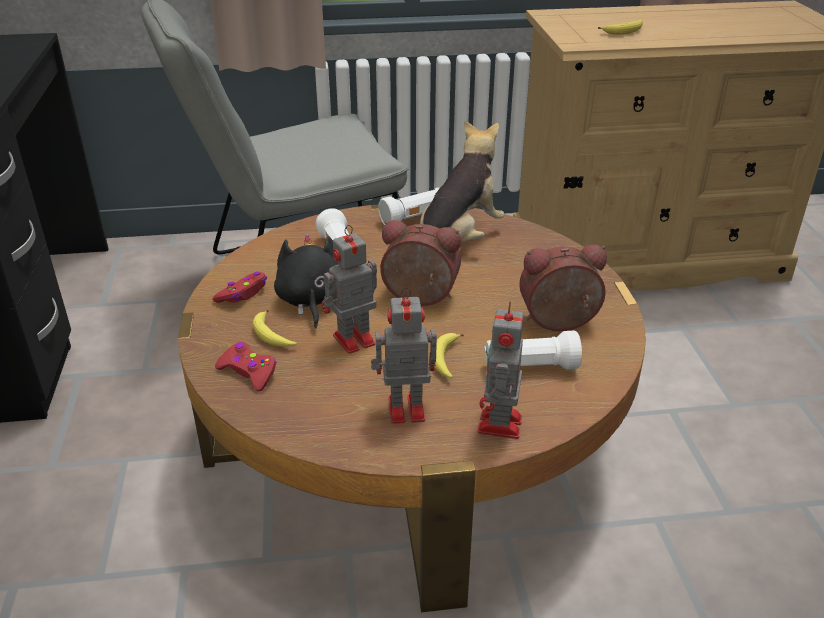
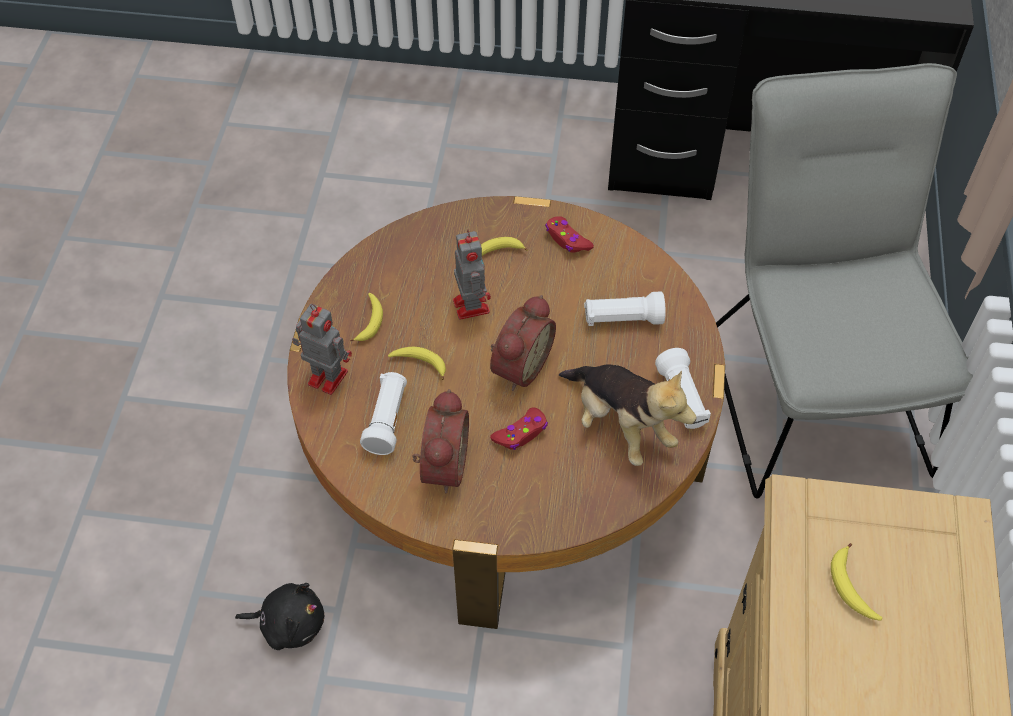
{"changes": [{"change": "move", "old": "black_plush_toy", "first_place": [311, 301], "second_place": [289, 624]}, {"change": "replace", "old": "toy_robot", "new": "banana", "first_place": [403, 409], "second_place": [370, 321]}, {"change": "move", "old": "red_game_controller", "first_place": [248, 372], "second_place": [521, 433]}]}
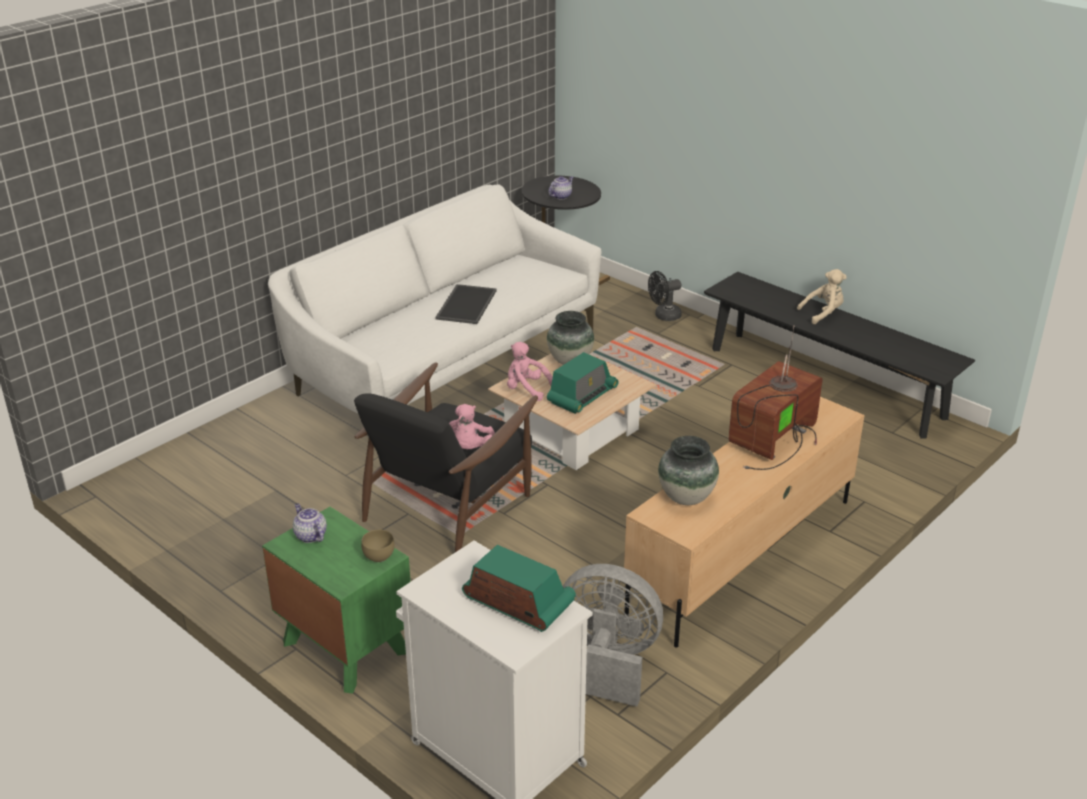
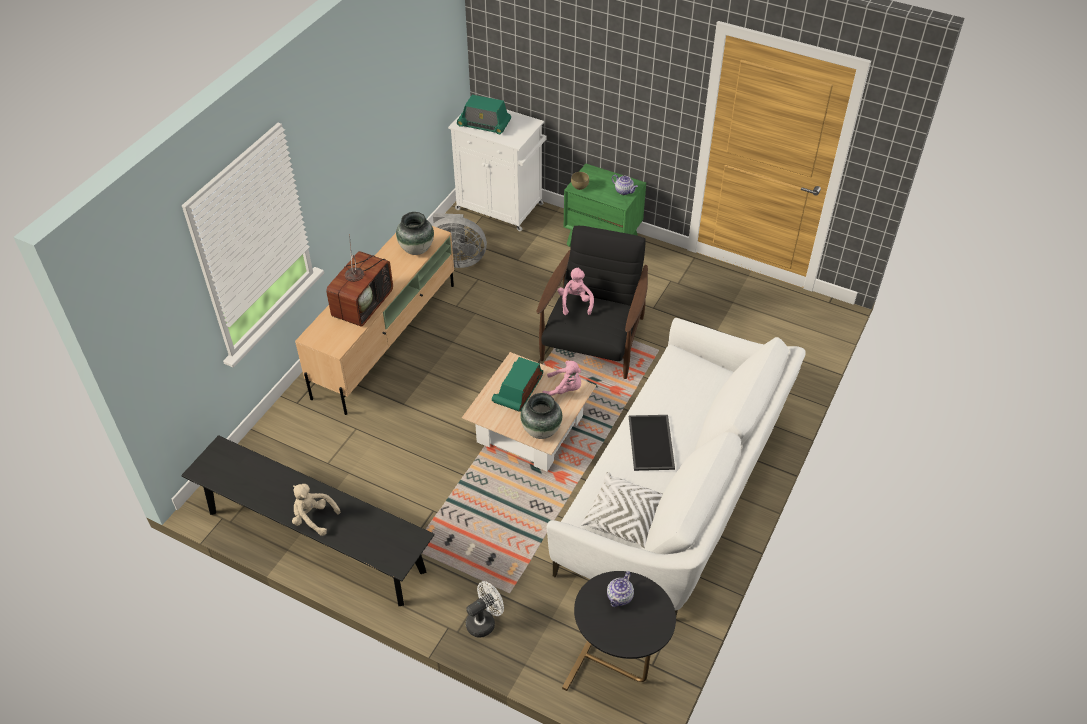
{"changes": [{"change": "rotate", "old": "beige_plush_toy", "first_place": [823, 313], "second_place": [313, 518], "degrees": 60}, {"change": "recolor", "old": "black_fan", "new": "white_fan", "first_place": [663, 316], "second_place": [484, 621]}, {"change": "insert", "new": "white_pillow", "second_place": [625, 517]}]}
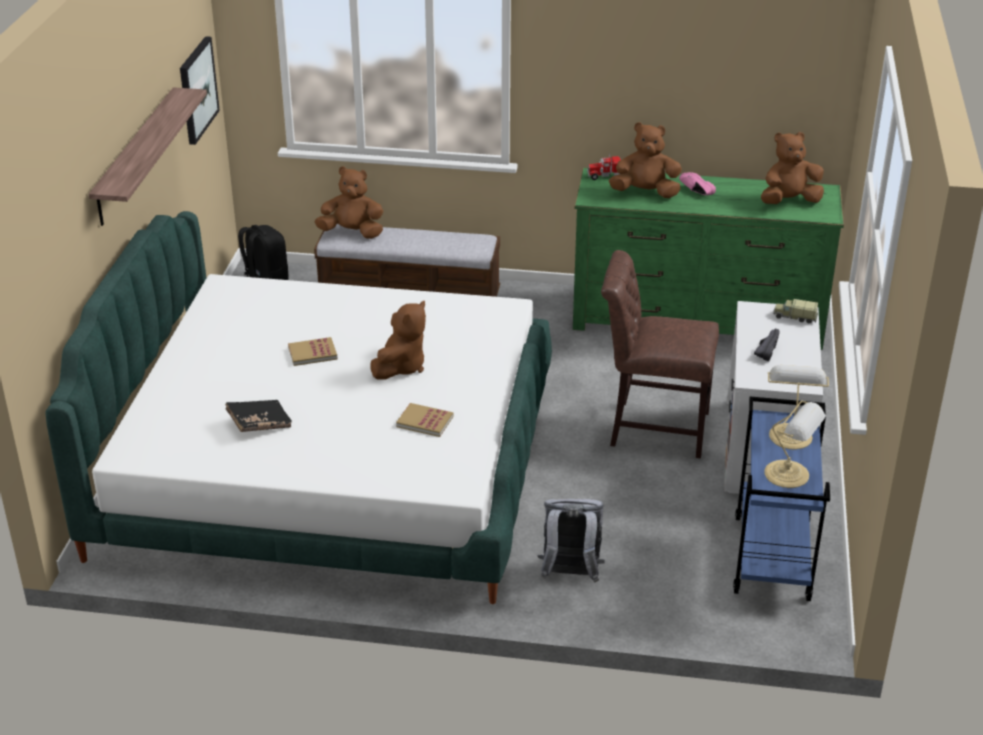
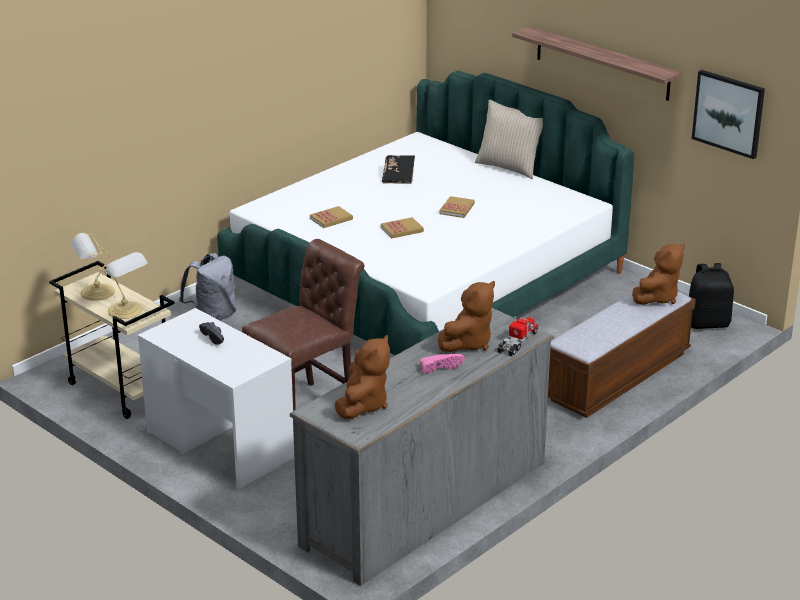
{"changes": [{"change": "recolor", "old": "blue_cart", "new": "beige_cart", "first_place": [773, 559], "second_place": [120, 390]}, {"change": "recolor", "old": "green_dresser", "new": "grey_dresser", "first_place": [697, 319], "second_place": [425, 503]}, {"change": "replace", "old": "brown_plush_toy", "new": "book", "first_place": [401, 367], "second_place": [402, 229]}, {"change": "insert", "new": "beige_pillow", "second_place": [509, 167]}, {"change": "delete", "old": "toy_truck", "first_place": [794, 317]}]}
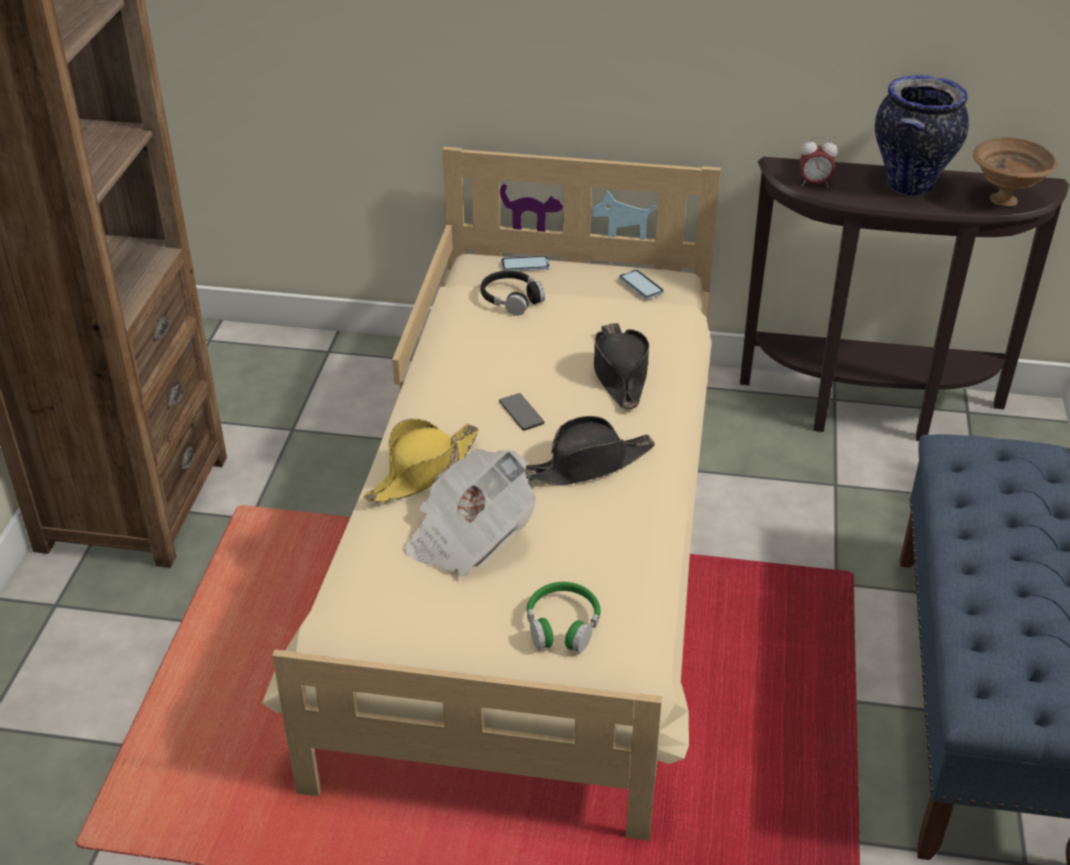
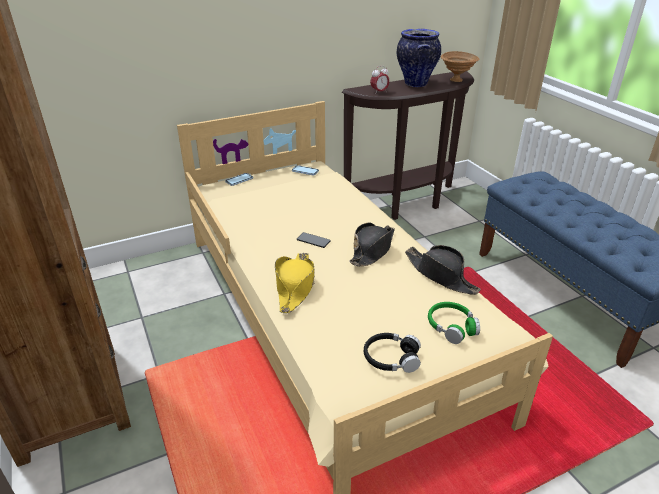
{"changes": [{"change": "move", "old": "black_headphones", "first_place": [511, 299], "second_place": [391, 358]}, {"change": "move", "old": "black_hat", "first_place": [619, 373], "second_place": [441, 275]}, {"change": "delete", "old": "newspaper", "first_place": [469, 537]}]}
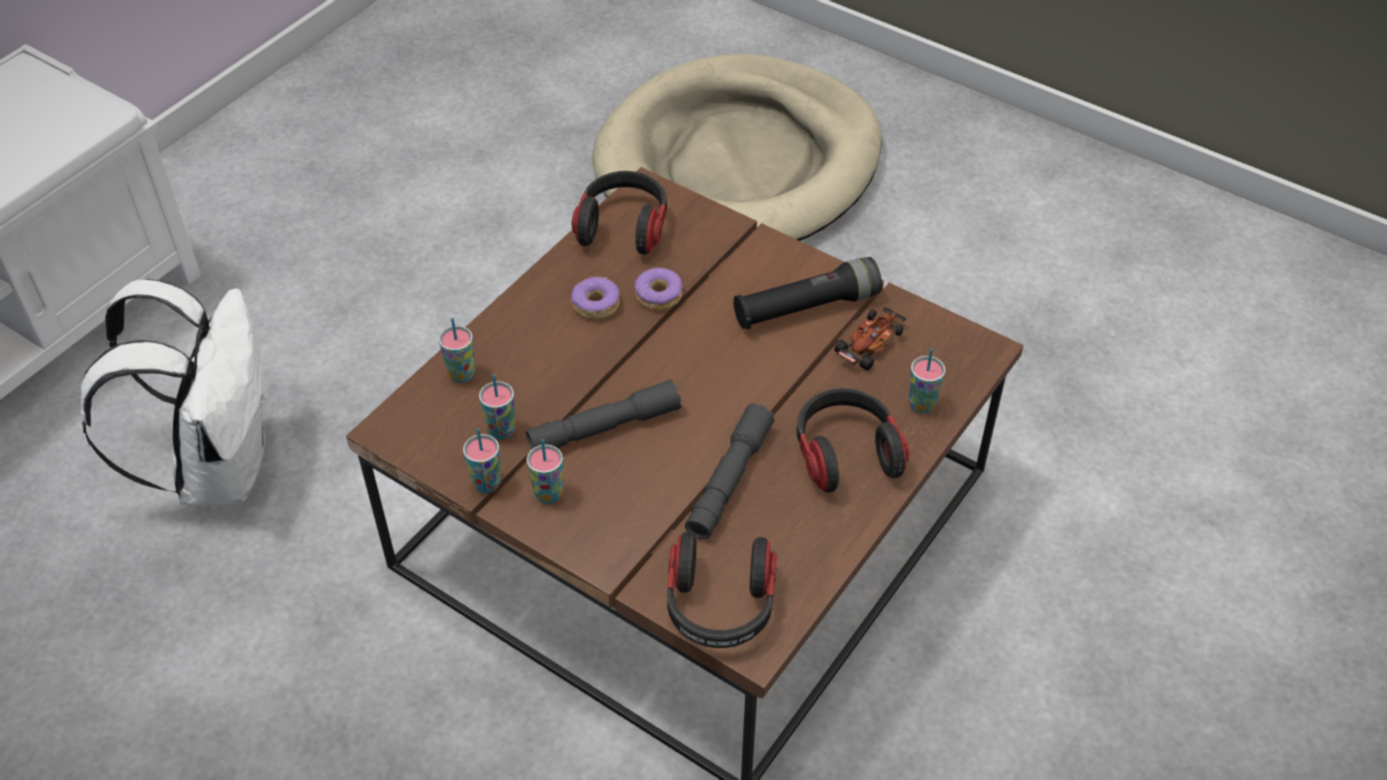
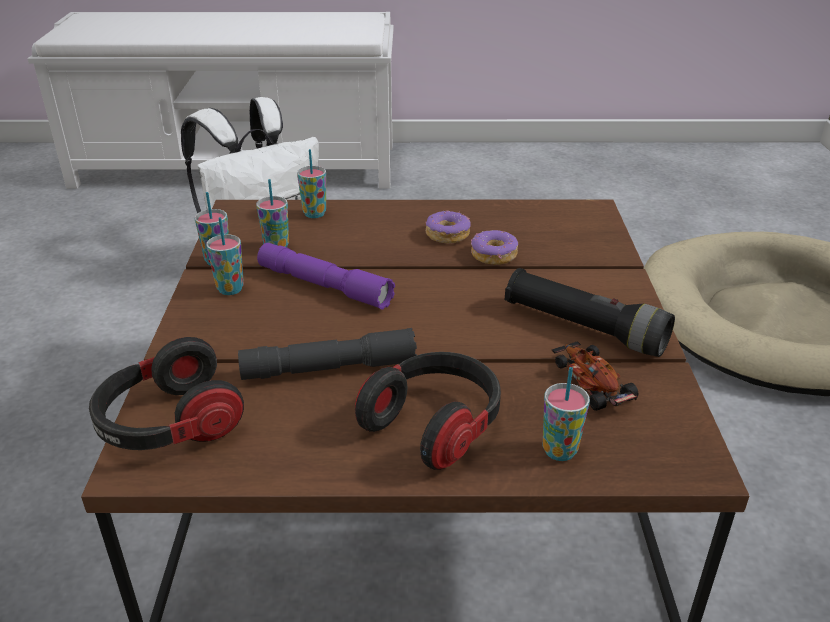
{"changes": [{"change": "recolor", "old": "grey_flashlight", "new": "purple_flashlight", "first_place": [604, 428], "second_place": [324, 286]}, {"change": "rotate", "old": "toy_car", "first_place": [871, 344], "second_place": [593, 383], "degrees": -120}, {"change": "delete", "old": "headphones", "first_place": [623, 227]}]}
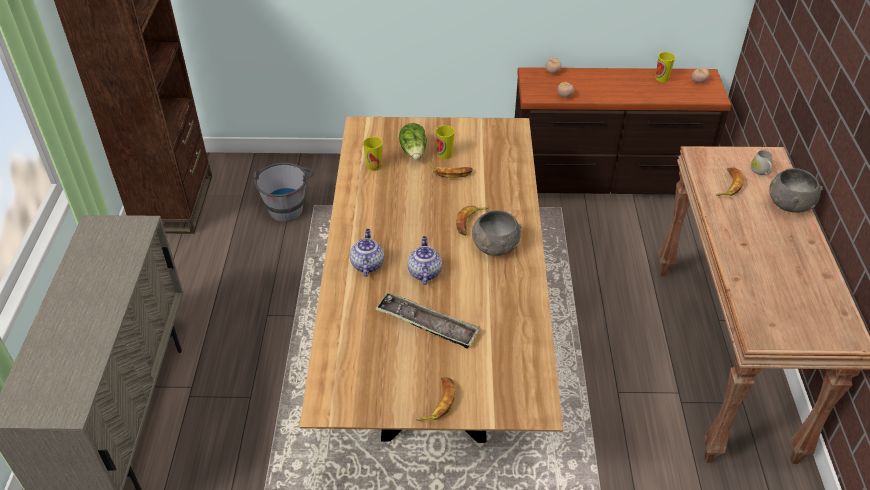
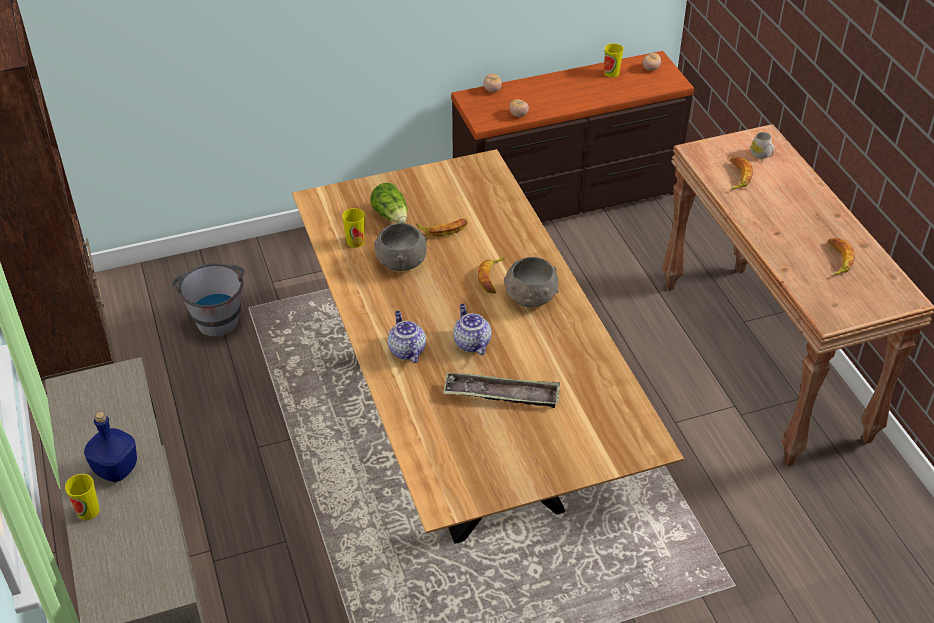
{"changes": [{"change": "move", "old": "cup", "first_place": [444, 154], "second_place": [88, 511]}, {"change": "insert", "new": "blue_bottle", "second_place": [117, 470]}, {"change": "move", "old": "grey_bowl", "first_place": [789, 204], "second_place": [401, 261]}, {"change": "move", "old": "banana", "first_place": [438, 402], "second_place": [837, 259]}]}
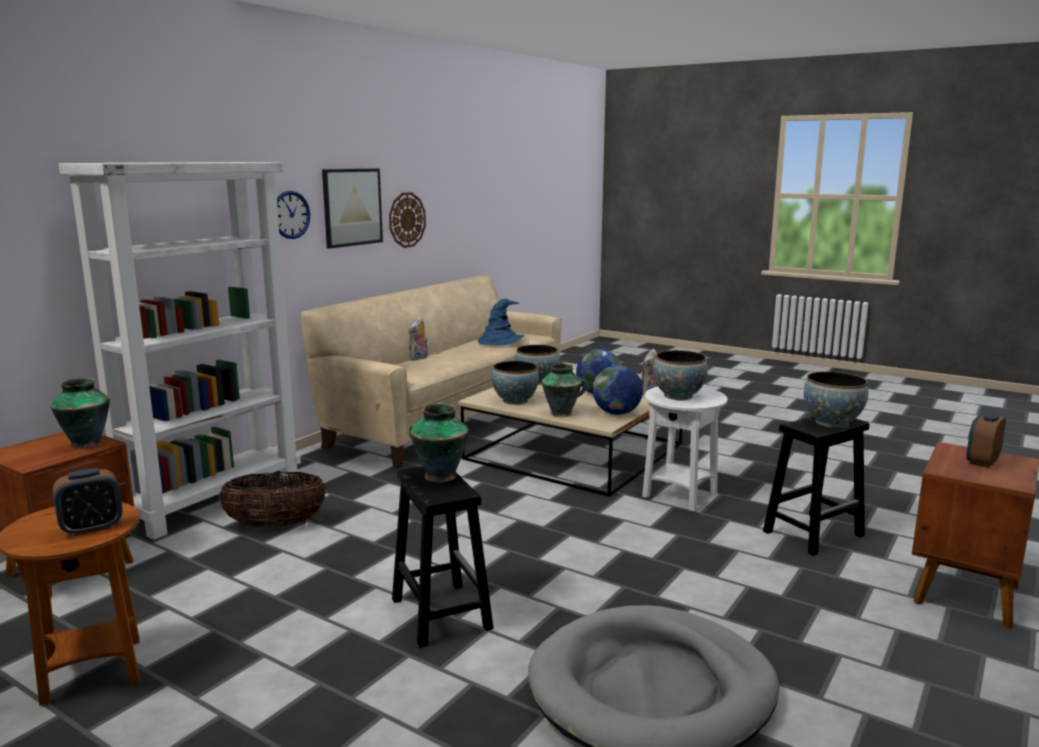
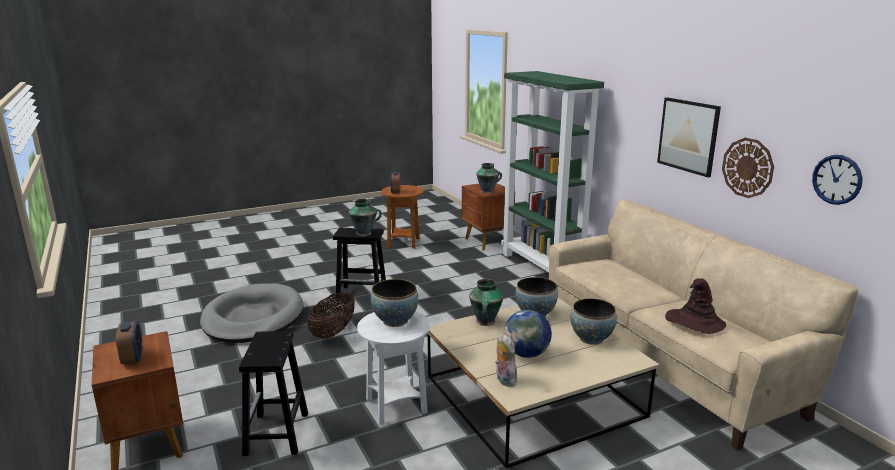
{"changes": [{"change": "move", "old": "basket", "first_place": [275, 525], "second_place": [333, 332]}, {"change": "recolor", "old": "white_bookcase", "new": "green_bookcase", "first_place": [214, 500], "second_place": [542, 267]}, {"change": "recolor", "old": "blue_hat", "new": "brown_hat", "first_place": [500, 341], "second_place": [694, 322]}, {"change": "move", "old": "wall_clock", "first_place": [290, 215], "second_place": [837, 179]}, {"change": "delete", "old": "plush_toy", "first_place": [419, 358]}, {"change": "delete", "old": "globe", "first_place": [617, 413]}, {"change": "delete", "old": "bowl", "first_place": [832, 423]}]}
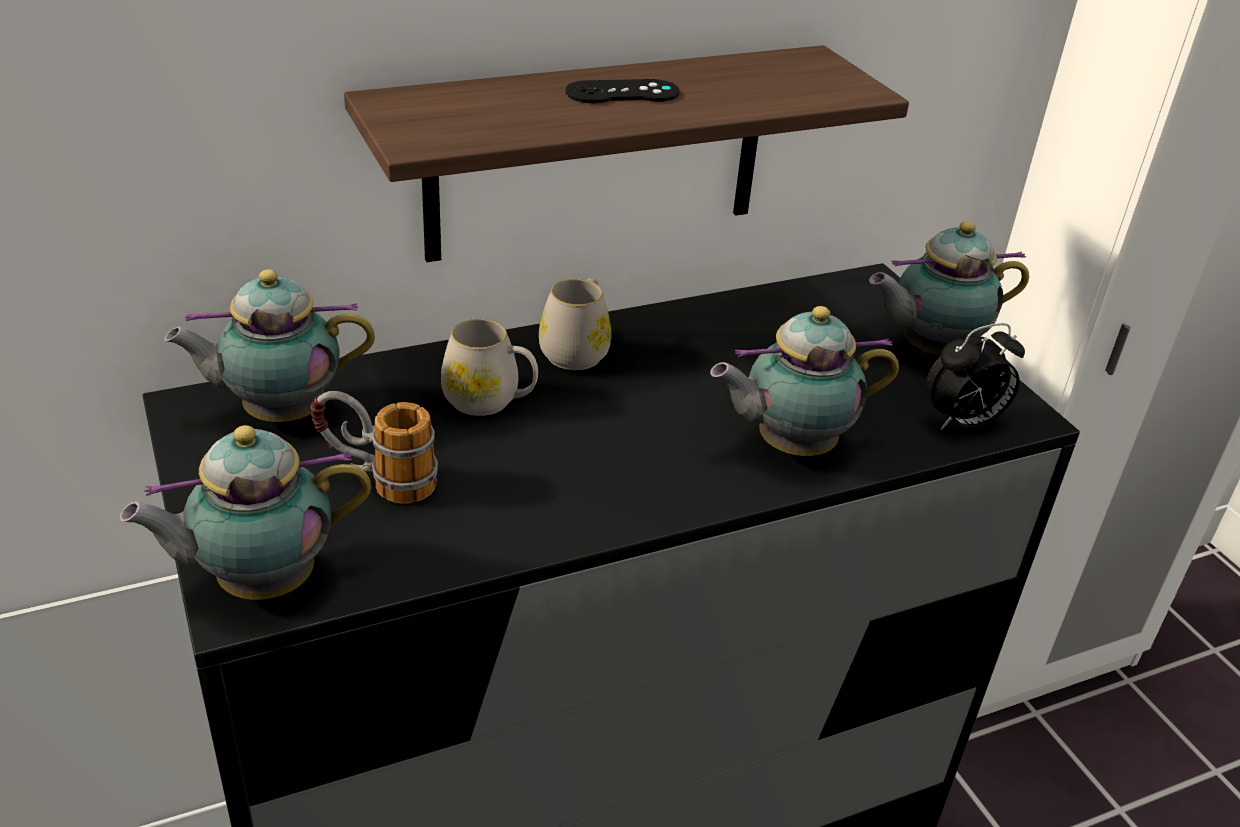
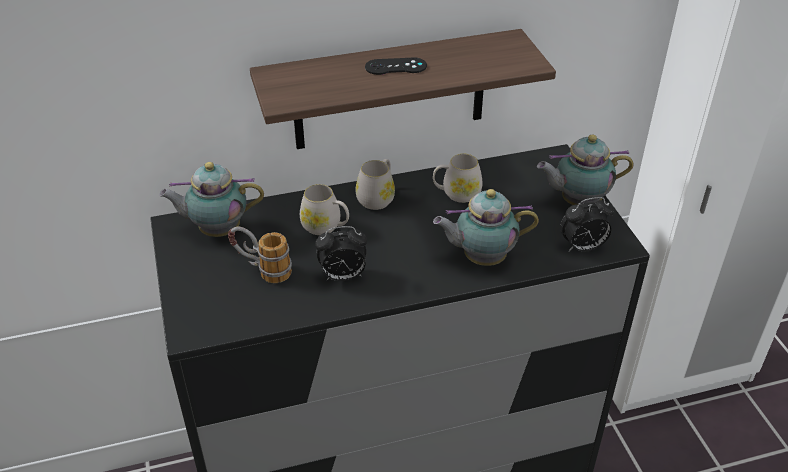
{"changes": [{"change": "insert", "new": "alarm_clock", "second_place": [343, 276]}, {"change": "insert", "new": "white_mug", "second_place": [456, 193]}, {"change": "delete", "old": "teapot", "first_place": [259, 582]}]}
